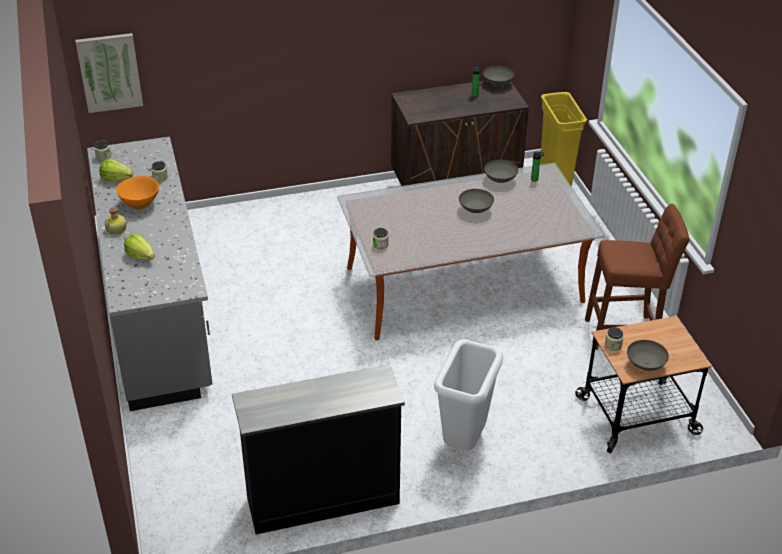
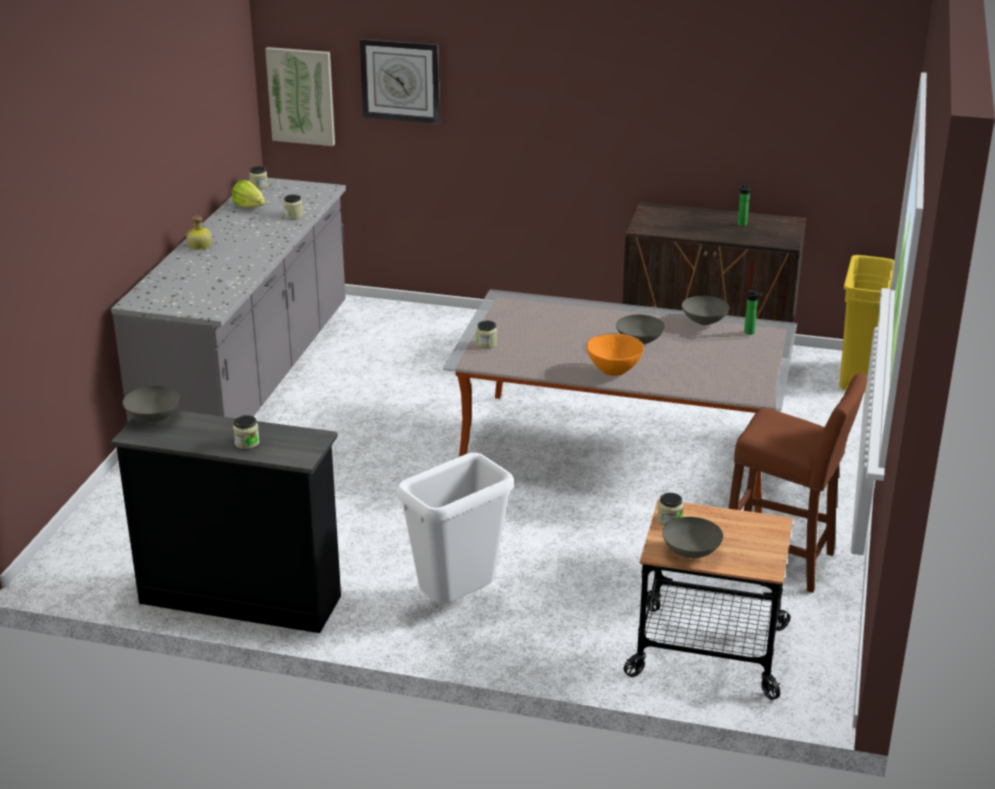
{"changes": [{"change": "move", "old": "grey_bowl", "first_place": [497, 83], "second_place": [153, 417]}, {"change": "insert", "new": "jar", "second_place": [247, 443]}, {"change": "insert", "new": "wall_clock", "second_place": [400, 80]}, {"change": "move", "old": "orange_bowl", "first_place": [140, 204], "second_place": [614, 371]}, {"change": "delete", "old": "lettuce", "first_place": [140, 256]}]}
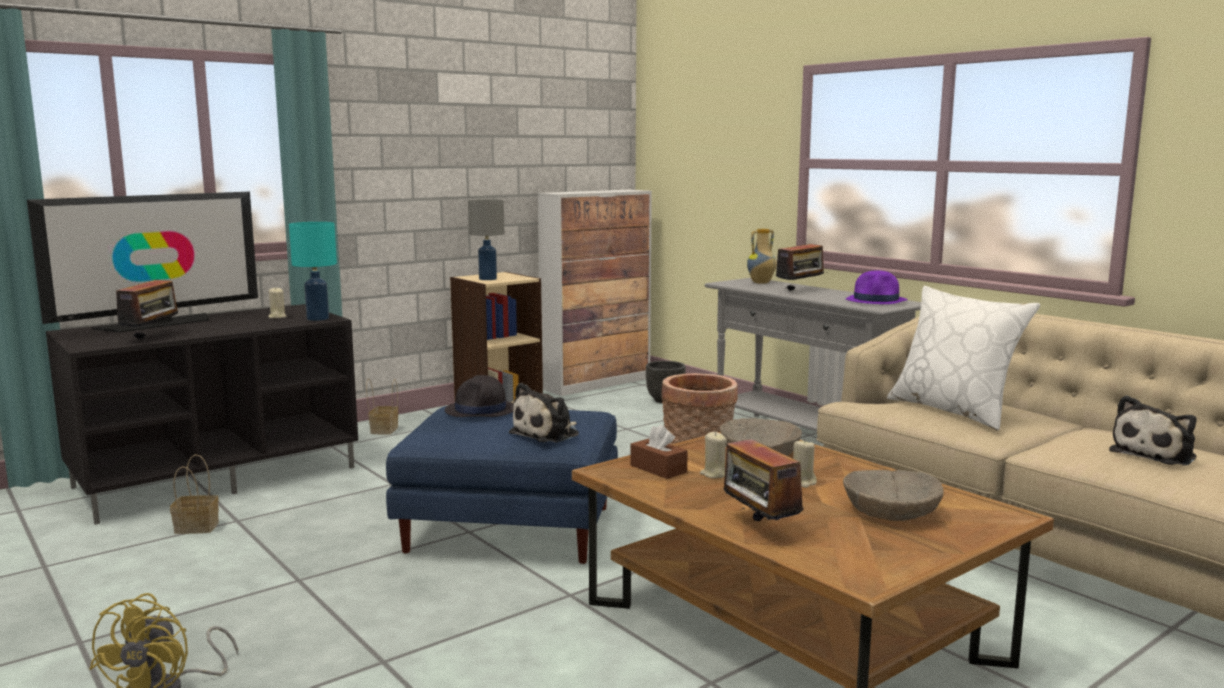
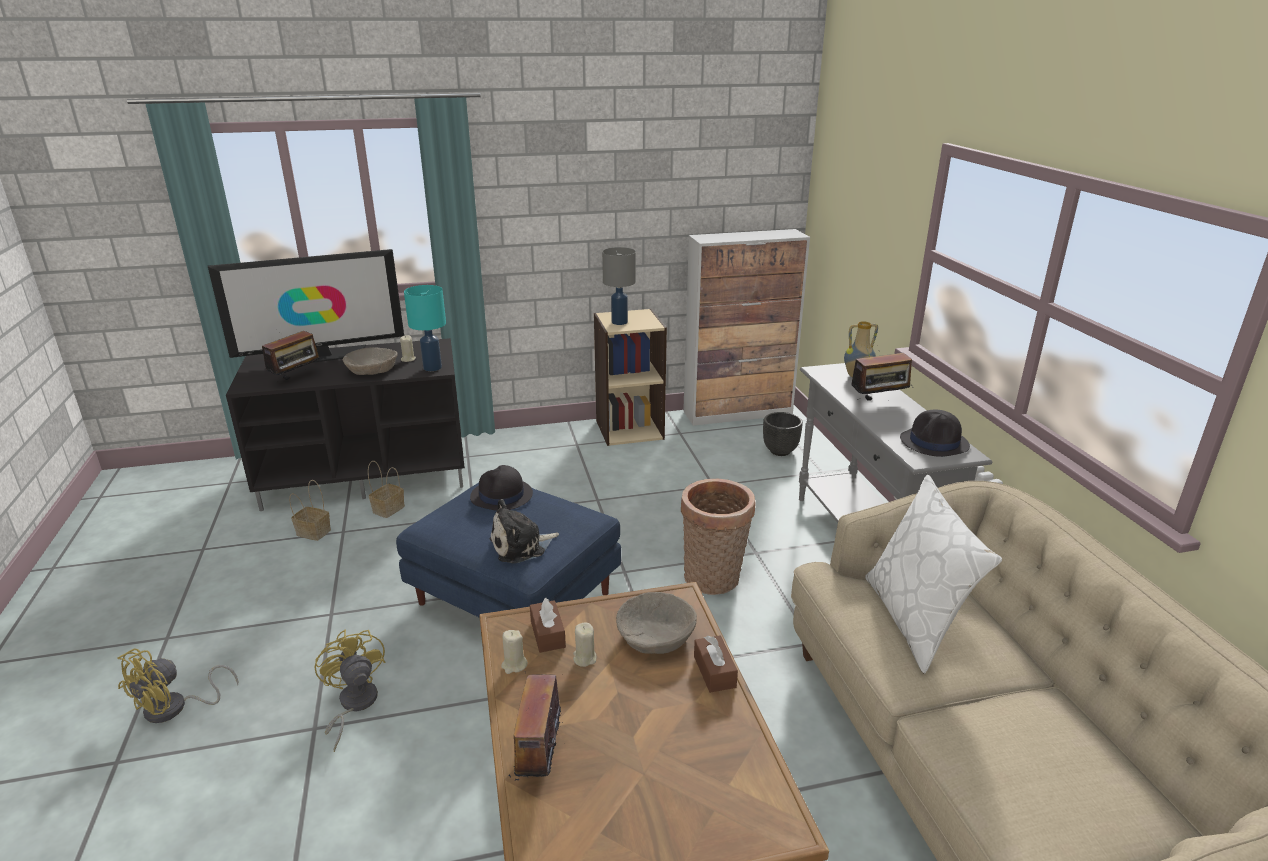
{"changes": [{"change": "insert", "new": "yellow_fan", "second_place": [353, 705]}, {"change": "move", "old": "beige_bowl", "first_place": [891, 511], "second_place": [372, 370]}, {"change": "move", "old": "basket", "first_place": [384, 430], "second_place": [389, 508]}, {"change": "move", "old": "beige_candle", "first_place": [803, 482], "second_place": [514, 665]}, {"change": "insert", "new": "brown_tissue_box", "second_place": [714, 672]}, {"change": "recolor", "old": "purple_hat", "new": "black_hat", "first_place": [876, 301], "second_place": [934, 443]}, {"change": "delete", "old": "plush_toy", "first_place": [1155, 454]}]}
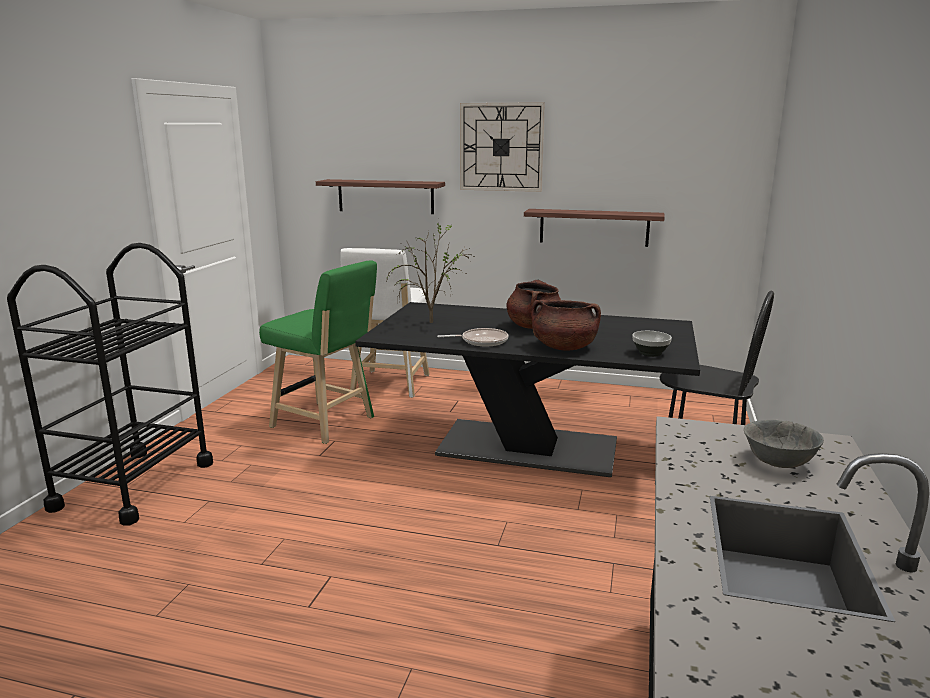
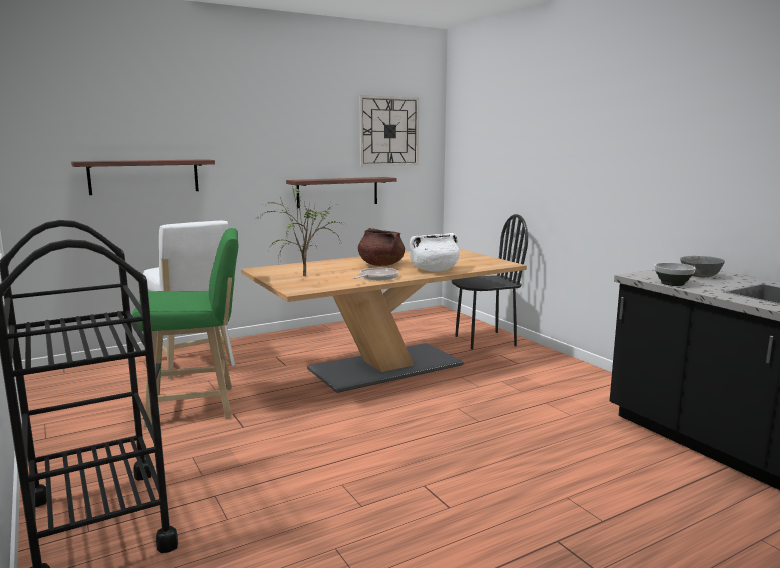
{"changes": [{"change": "recolor", "old": "black_dining_table", "new": "beige_dining_table", "first_place": [528, 448], "second_place": [386, 367]}, {"change": "move", "old": "wall_clock", "first_place": [501, 147], "second_place": [389, 131]}, {"change": "recolor", "old": "brown_cooking_pot", "new": "white_cooking_pot", "first_place": [564, 347], "second_place": [434, 270]}, {"change": "move", "old": "bowl", "first_place": [650, 353], "second_place": [673, 284]}]}
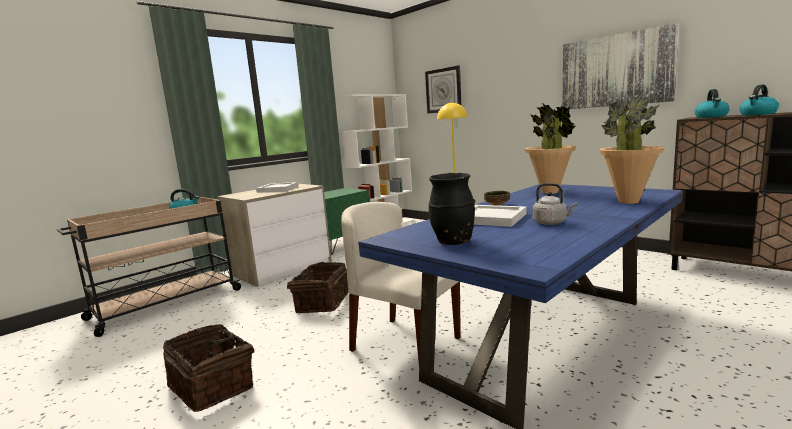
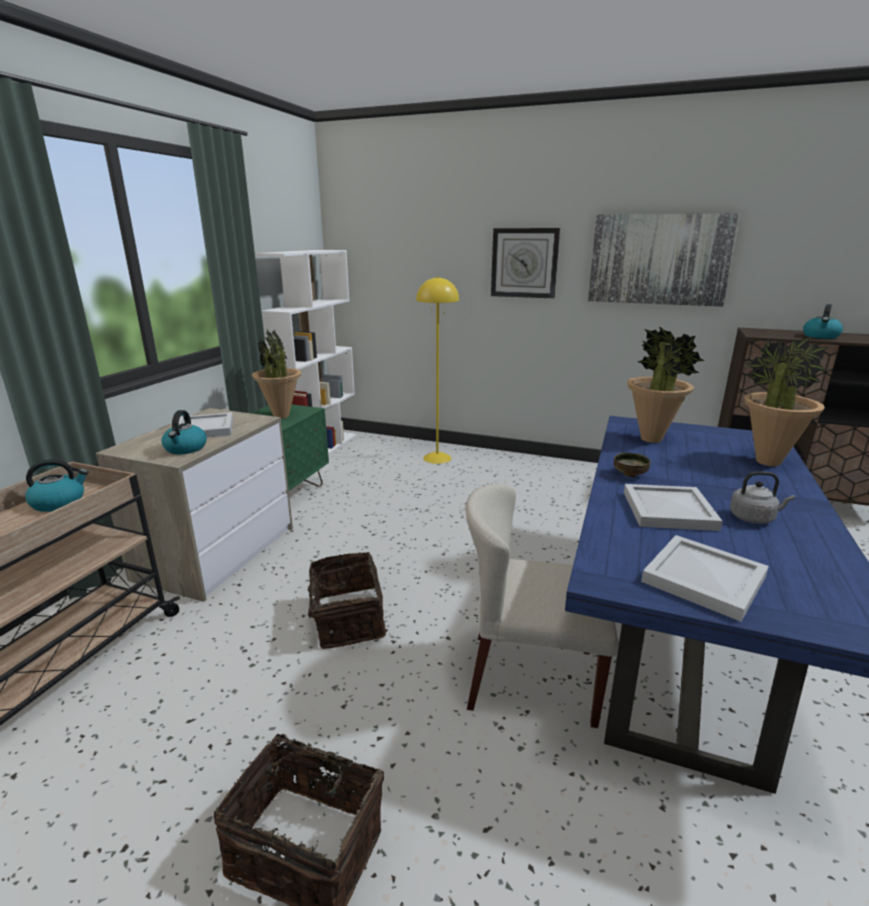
{"changes": [{"change": "move", "old": "kettle", "first_place": [711, 116], "second_place": [185, 449]}, {"change": "insert", "new": "potted_plant", "second_place": [281, 416]}, {"change": "move", "old": "wall_clock", "first_place": [443, 90], "second_place": [524, 263]}, {"change": "replace", "old": "black_vase", "new": "white_tray", "first_place": [453, 242], "second_place": [705, 580]}]}
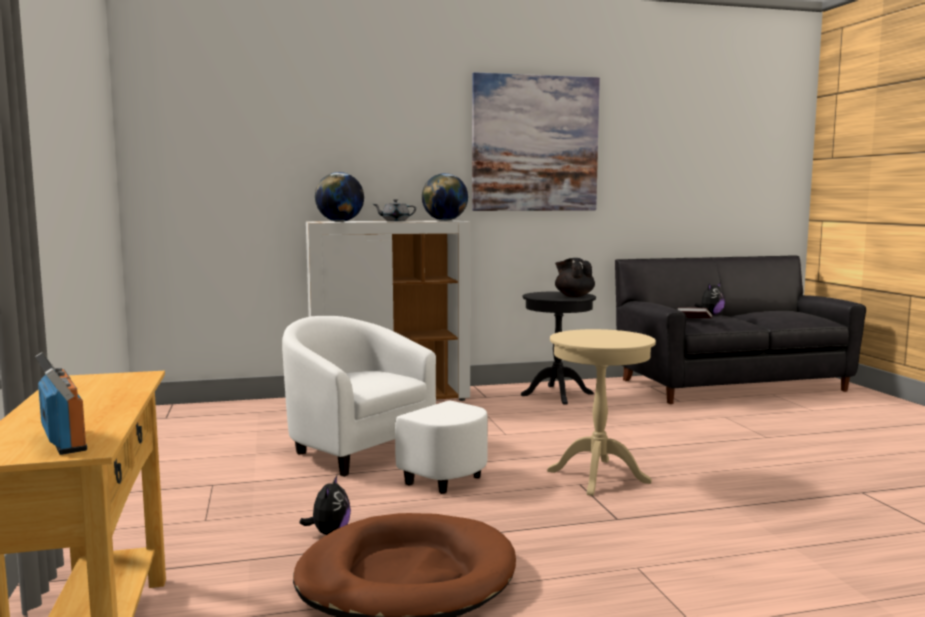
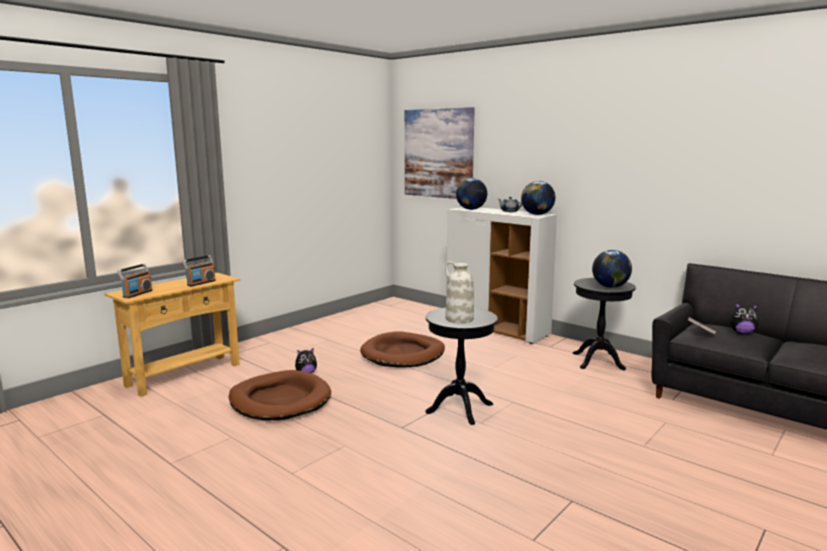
{"changes": [{"change": "insert", "new": "radio", "second_place": [201, 283]}, {"change": "replace", "old": "white_armchair", "new": "brown_dog_bed", "first_place": [375, 458], "second_place": [403, 354]}, {"change": "move", "old": "picture", "first_place": [535, 144], "second_place": [438, 153]}, {"change": "recolor", "old": "beige_side_table", "new": "black_side_table", "first_place": [598, 476], "second_place": [459, 408]}, {"change": "insert", "new": "white_vase", "second_place": [459, 319]}, {"change": "replace", "old": "black_teapot", "new": "globe", "first_place": [574, 296], "second_place": [610, 287]}]}
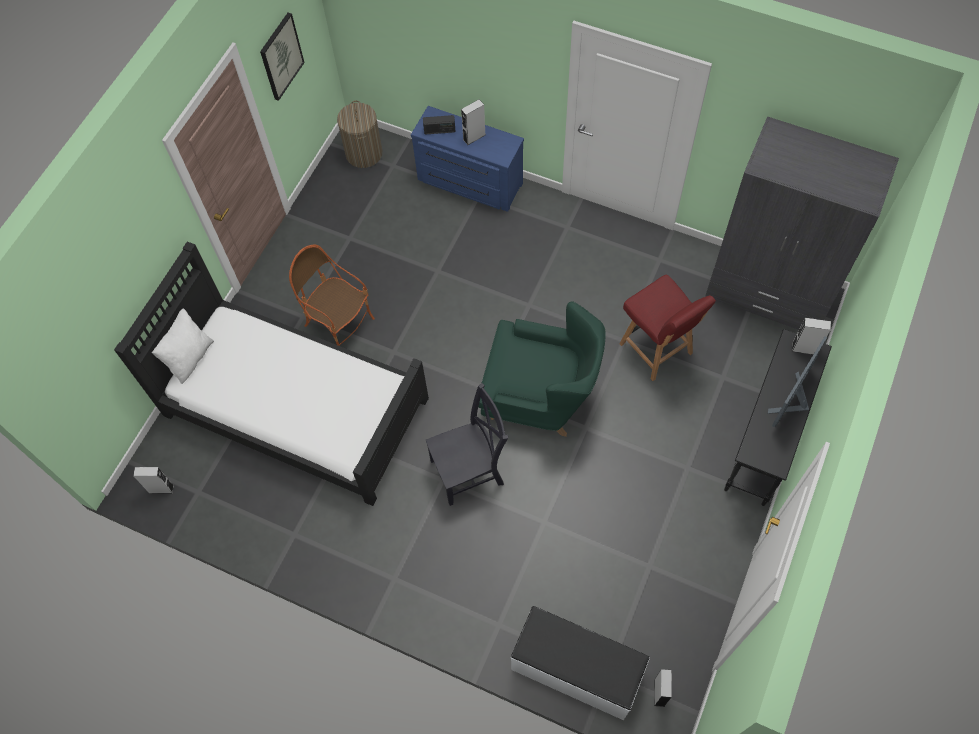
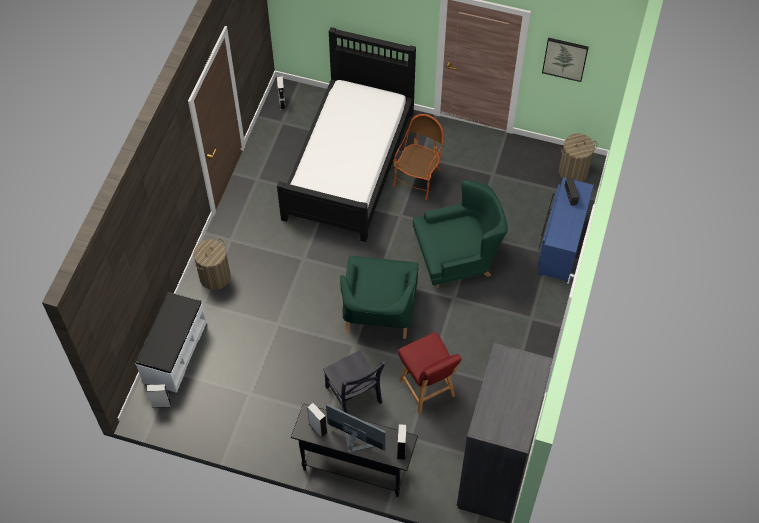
{"changes": [{"change": "insert", "new": "laundry_basket", "second_place": [215, 276]}, {"change": "move", "old": "grey_speaker", "first_place": [474, 137], "second_place": [318, 428]}, {"change": "move", "old": "black_chair", "first_place": [470, 471], "second_place": [354, 397]}, {"change": "rotate", "old": "red_chair", "first_place": [657, 350], "second_place": [427, 389], "degrees": -75}, {"change": "insert", "new": "green_armchair", "second_place": [457, 257]}, {"change": "delete", "old": "white_pillow", "first_place": [189, 358]}]}
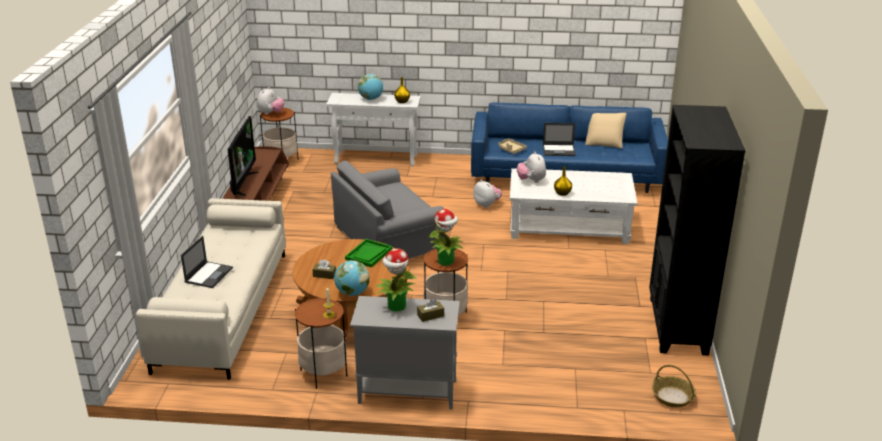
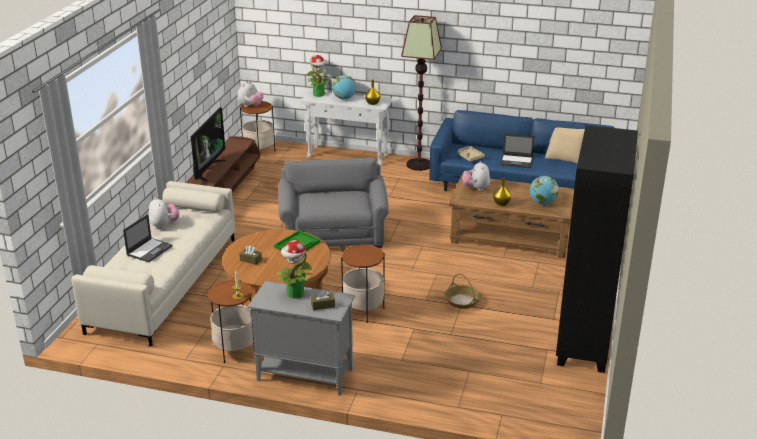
{"changes": [{"change": "move", "old": "plush_toy", "first_place": [487, 204], "second_place": [164, 225]}, {"change": "rotate", "old": "grey_armchair", "first_place": [388, 239], "second_place": [334, 233], "degrees": 105}, {"change": "move", "old": "potted_plant", "first_place": [446, 261], "second_place": [319, 94]}, {"change": "insert", "new": "floor_lamp", "second_place": [419, 164]}, {"change": "move", "old": "basket", "first_place": [673, 396], "second_place": [462, 301]}, {"change": "recolor", "old": "white_coffee_table", "new": "brown_coffee_table", "first_place": [569, 226], "second_place": [511, 236]}, {"change": "move", "old": "globe", "first_place": [352, 293], "second_place": [542, 203]}]}
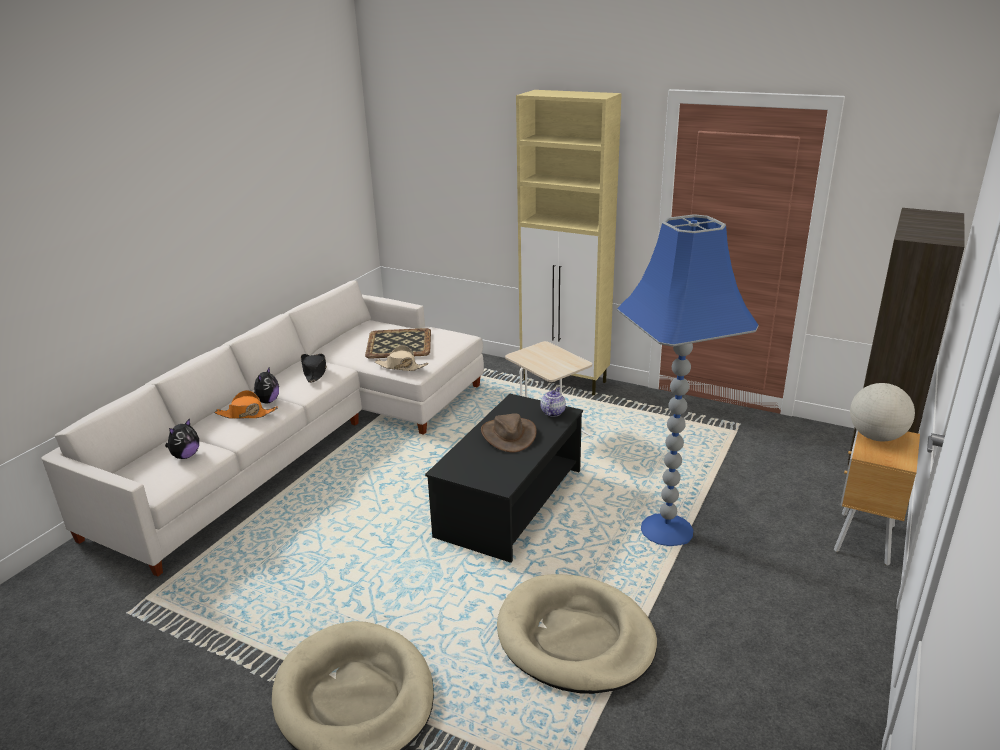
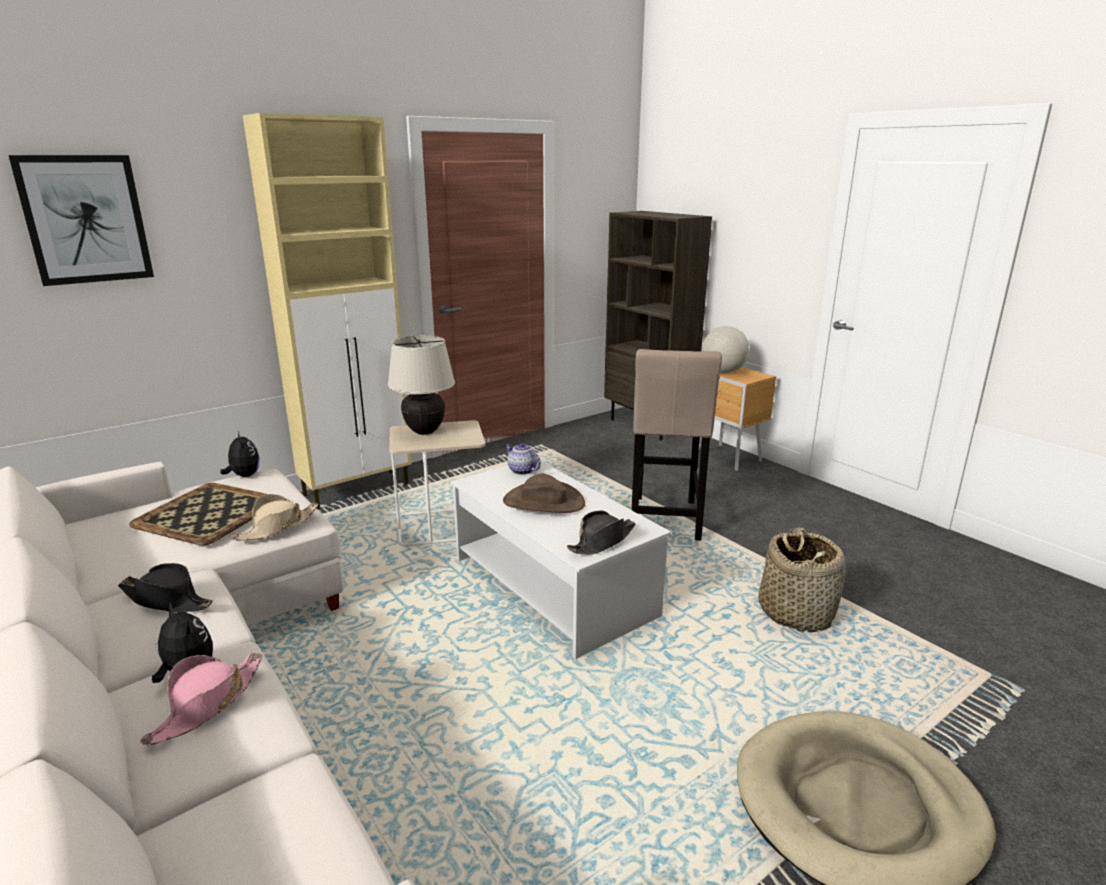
{"changes": [{"change": "insert", "new": "picture", "second_place": [85, 219]}, {"change": "recolor", "old": "orange_hat", "new": "pink_hat", "first_place": [246, 414], "second_place": [207, 704]}, {"change": "move", "old": "plush_toy", "first_place": [185, 456], "second_place": [244, 476]}, {"change": "insert", "new": "beige_table_lamp", "second_place": [424, 432]}, {"change": "recolor", "old": "black_coffee_table", "new": "white_coffee_table", "first_place": [511, 502], "second_place": [552, 586]}, {"change": "insert", "new": "black_hat", "second_place": [602, 541]}, {"change": "replace", "old": "blue_floor_lamp", "new": "beige_stool", "first_place": [665, 530], "second_place": [664, 521]}, {"change": "replace", "old": "beige_dog_bed", "new": "basket", "first_place": [575, 638], "second_place": [796, 612]}]}
